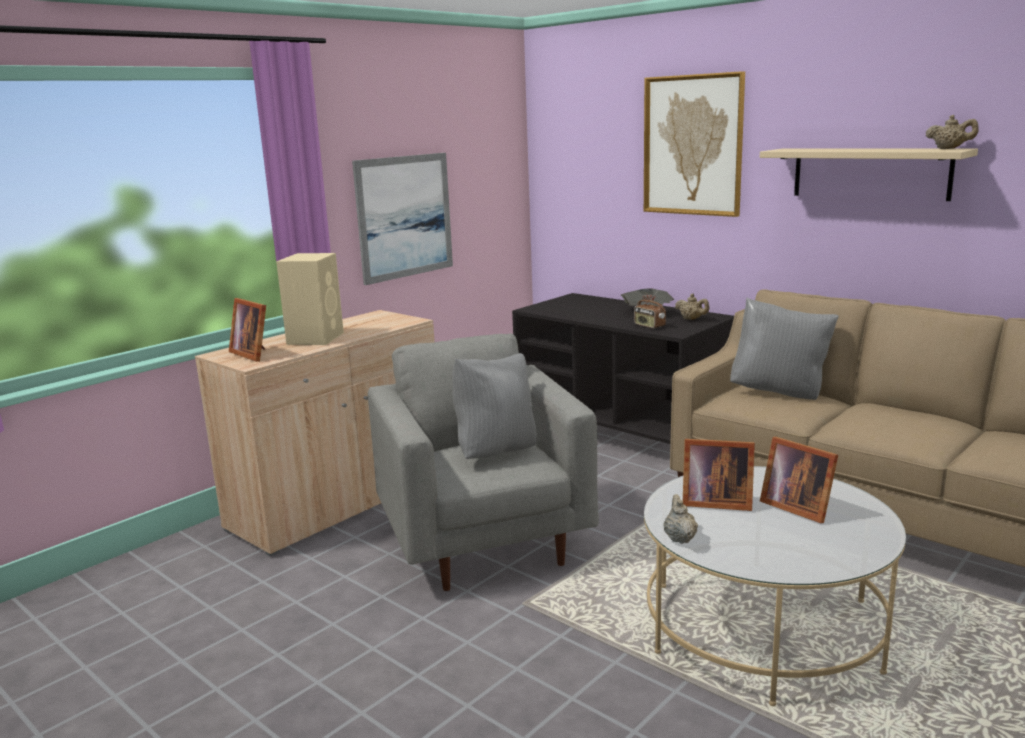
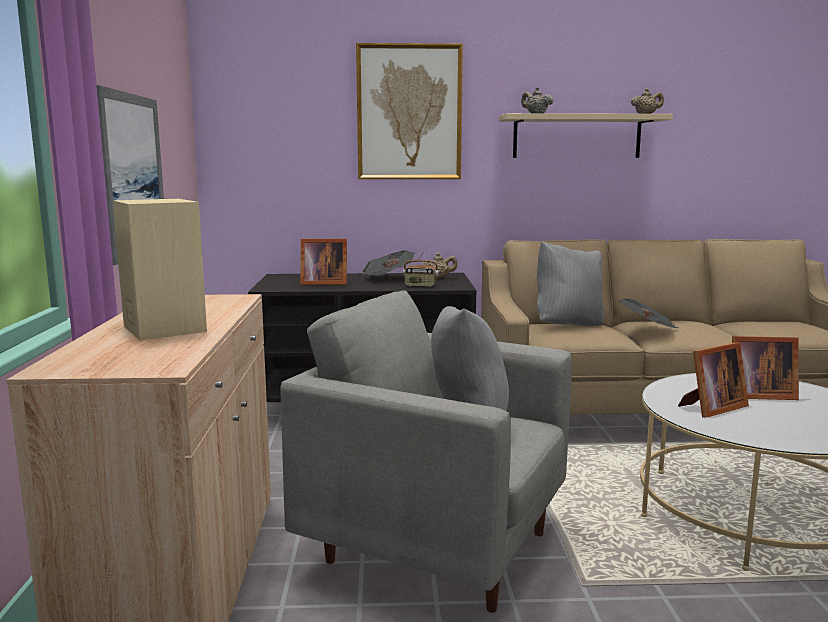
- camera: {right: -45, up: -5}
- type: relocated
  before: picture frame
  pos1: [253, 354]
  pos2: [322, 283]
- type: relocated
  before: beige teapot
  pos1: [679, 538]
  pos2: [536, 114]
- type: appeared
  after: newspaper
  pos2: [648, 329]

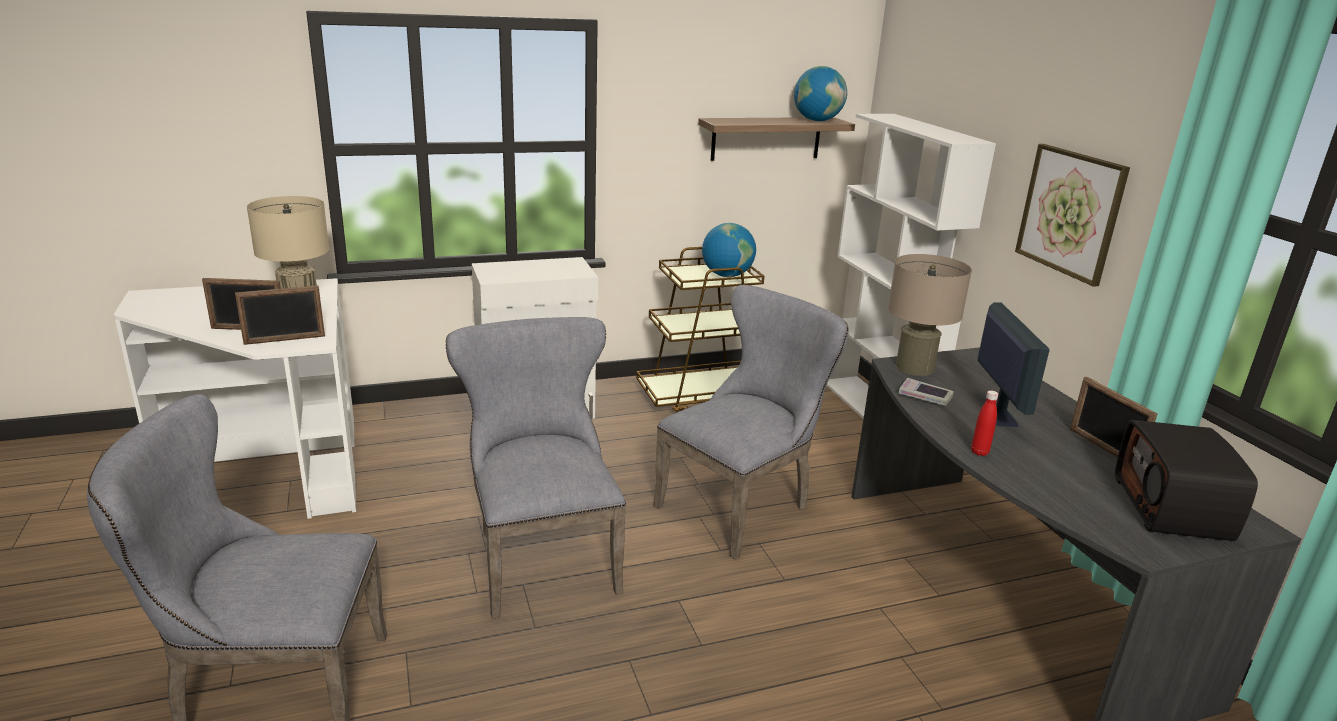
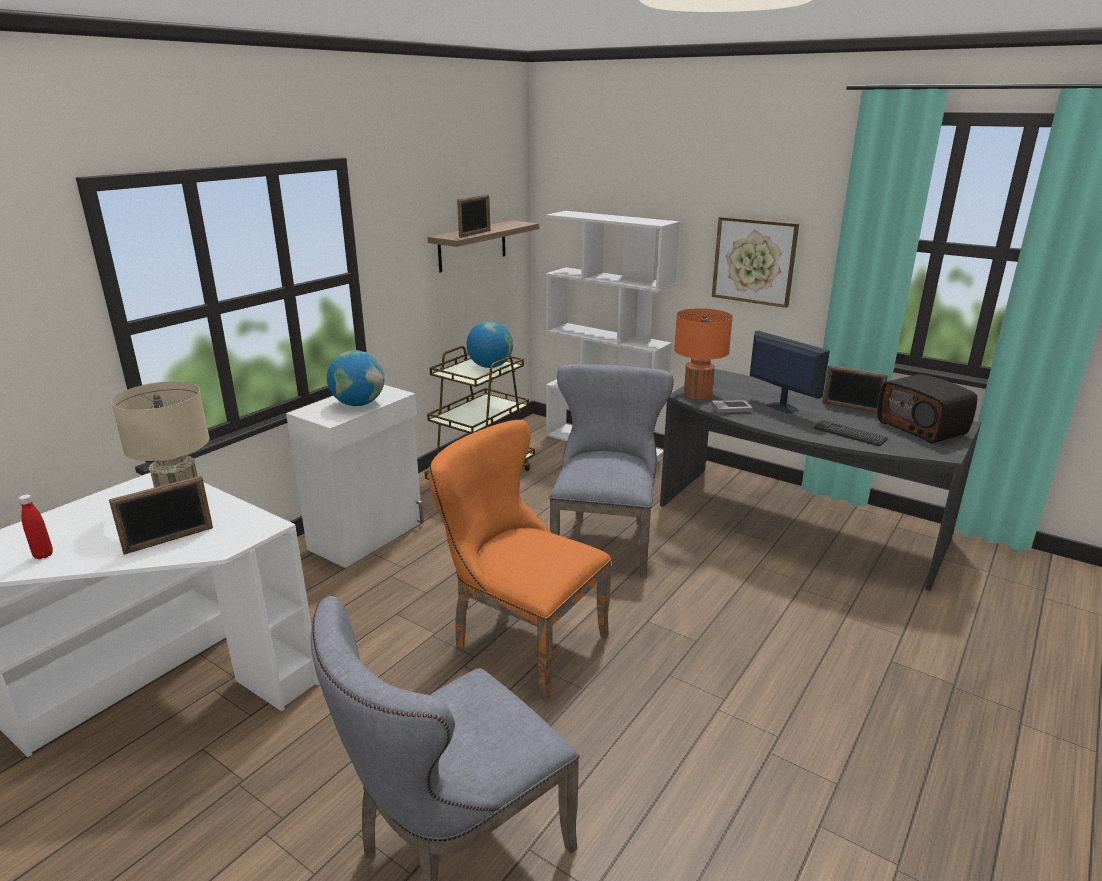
- camera: {right: -35, up: 0}
- type: relocated
  before: picture frame
  pos1: [285, 340]
  pos2: [475, 234]
- type: colour
  before: grey chair
  after: orange chair
  pos1: [540, 556]
  pos2: [520, 639]
- type: relocated
  before: globe
  pos1: [817, 120]
  pos2: [358, 404]
- type: colour
  before: beige table lamp
  after: orange table lamp
  pos1: [914, 367]
  pos2: [697, 393]
- type: relocated
  before: red bottle
  pos1: [979, 452]
  pos2: [43, 555]
- type: appeared
  after: keyboard
  pos2: [849, 434]

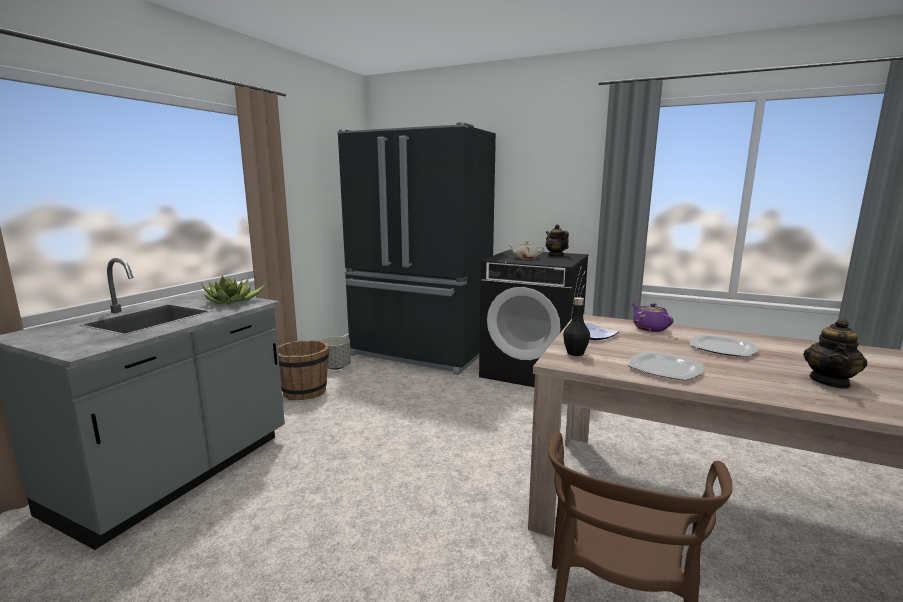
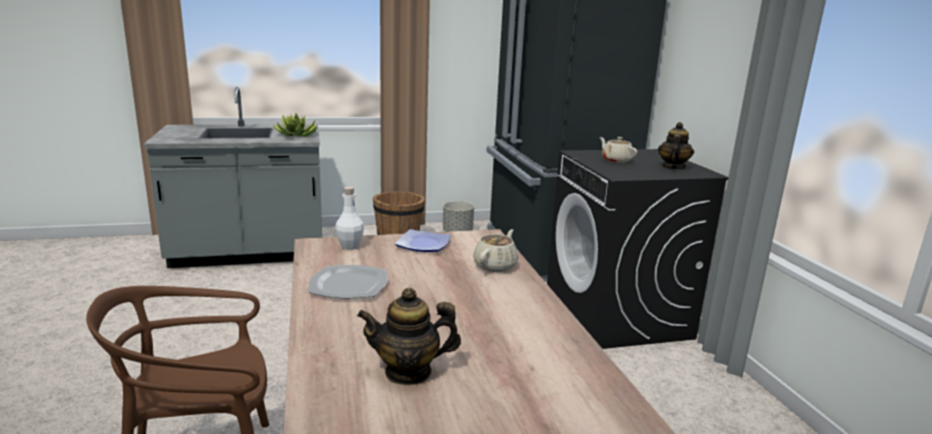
- camera: {right: 50, up: 5}
- type: colour
  before: black bottle
  after: white bottle
  pos1: [575, 353]
  pos2: [350, 246]
- type: colour
  before: purple teapot
  after: beige teapot
  pos1: [649, 328]
  pos2: [495, 265]
- type: missing
  before: plate
  pos1: [723, 348]

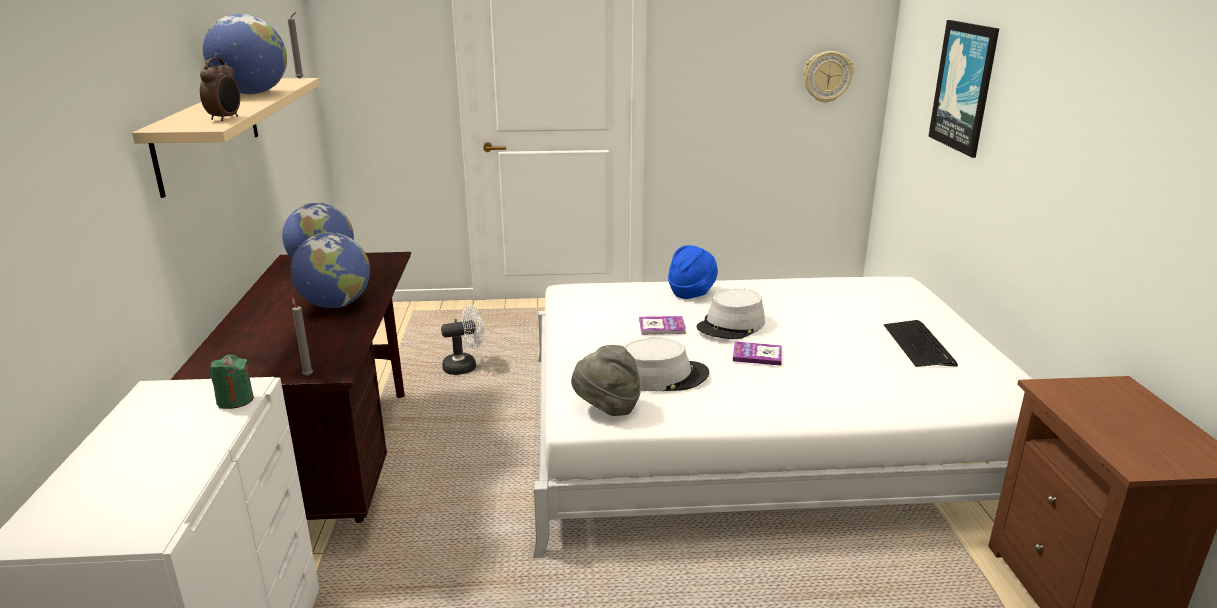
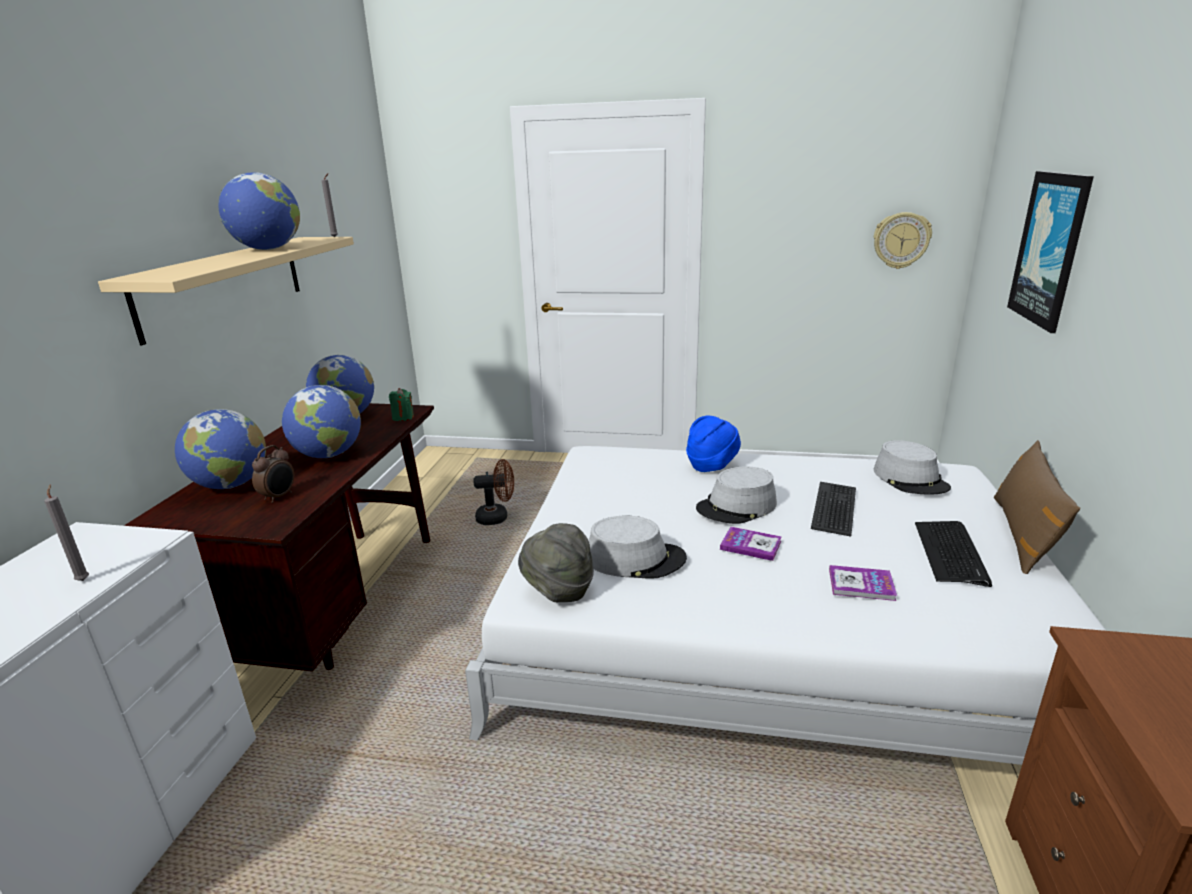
- camera: {right: 15, up: 0}
- type: relocated
  before: alarm clock
  pos1: [226, 118]
  pos2: [279, 497]
- type: relocated
  before: green candle
  pos1: [235, 400]
  pos2: [403, 417]
- type: relocated
  before: grey candle
  pos1: [307, 375]
  pos2: [84, 579]
- type: colour
  before: white fan
  after: brown fan
  pos1: [465, 366]
  pos2: [497, 517]
- type: relocated
  before: book
  pos1: [662, 327]
  pos2: [861, 584]
- type: appeared
  after: globe
  pos2: [231, 485]
- type: appeared
  after: keyboard
  pos2: [835, 508]
- type: appeared
  after: grey hat
  pos2: [910, 479]
- type: appeared
  after: brown pillow
  pos2: [1023, 536]

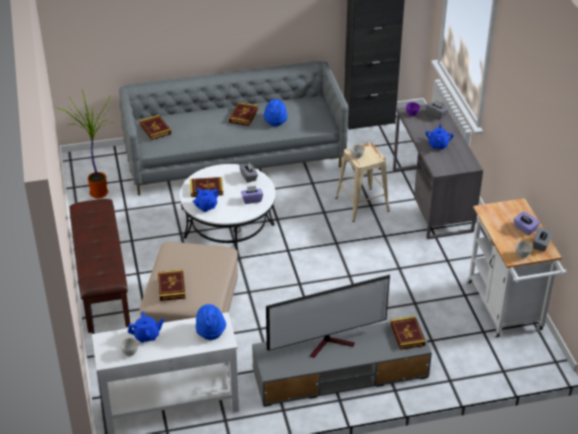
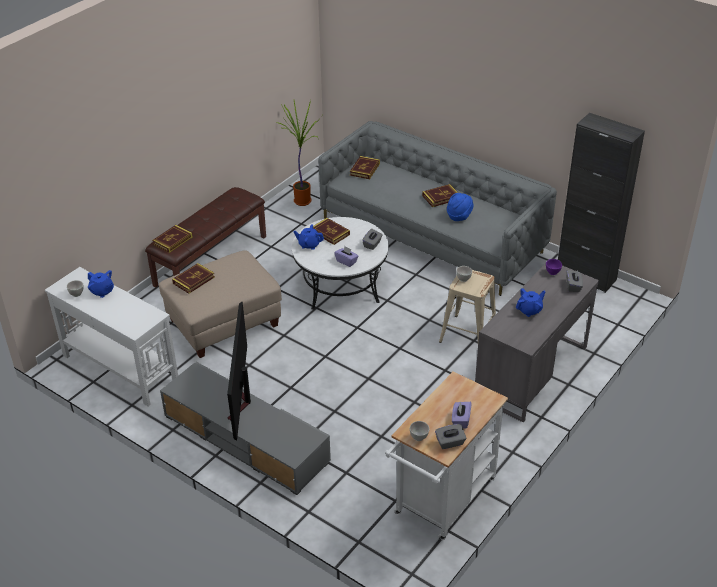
- camera: {right: 50, up: 0}
- type: missing
  before: blue hat
  pos1: [210, 331]
- type: spun
  before: television
  pos1: [330, 344]
  pos2: [240, 403]
  turn: 60
- type: relocated
  before: book
  pos1: [407, 334]
  pos2: [173, 240]

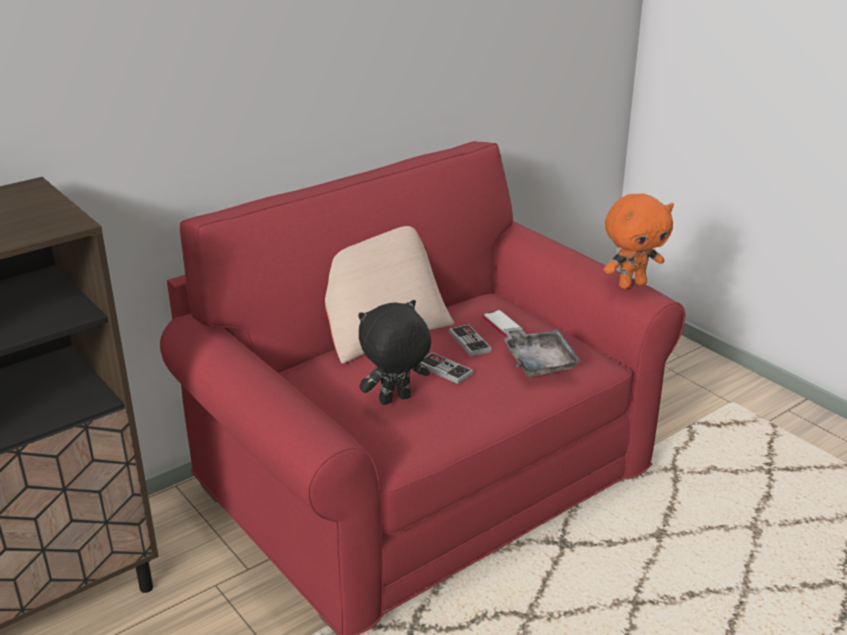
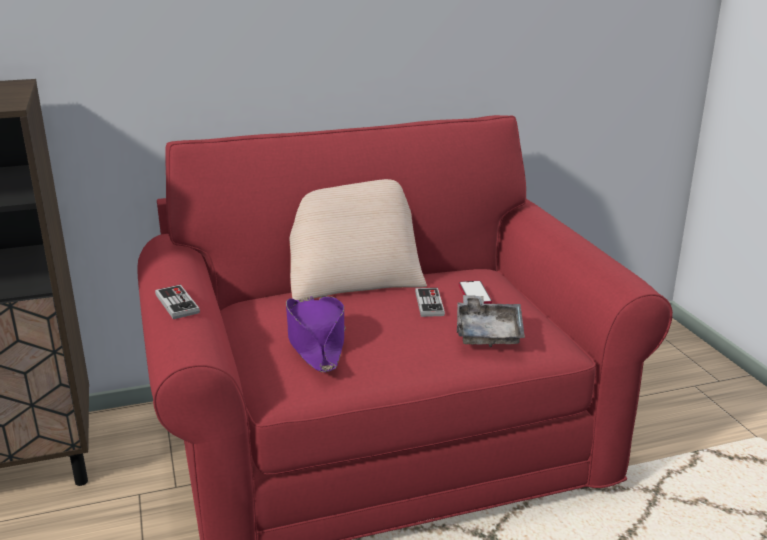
- camera: {right: 20, up: -5}
- type: exchanged
  before: black plush toy
  after: purple hat
  pos1: [395, 401]
  pos2: [316, 342]
- type: relocated
  before: game controller
  pos1: [444, 370]
  pos2: [177, 304]
- type: missing
  before: orange plush toy
  pos1: [631, 284]

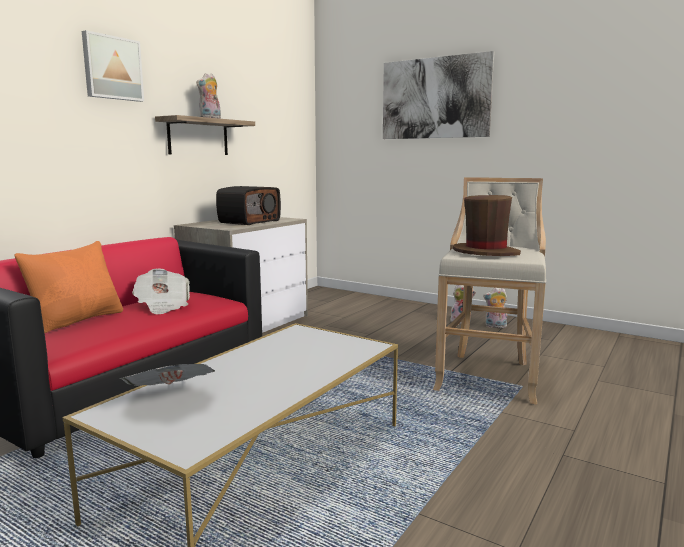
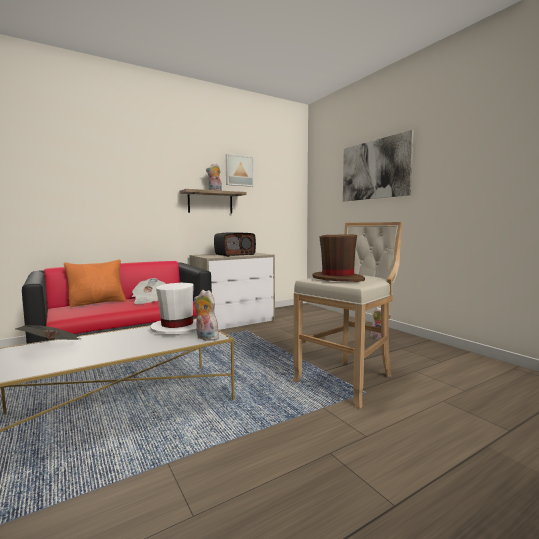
- camera: {right: 25, up: -5}
- type: relocated
  before: picture
  pos1: [112, 68]
  pos2: [239, 171]
- type: relocated
  before: plush toy
  pos1: [495, 326]
  pos2: [205, 338]
- type: appeared
  after: white hat
  pos2: [177, 328]

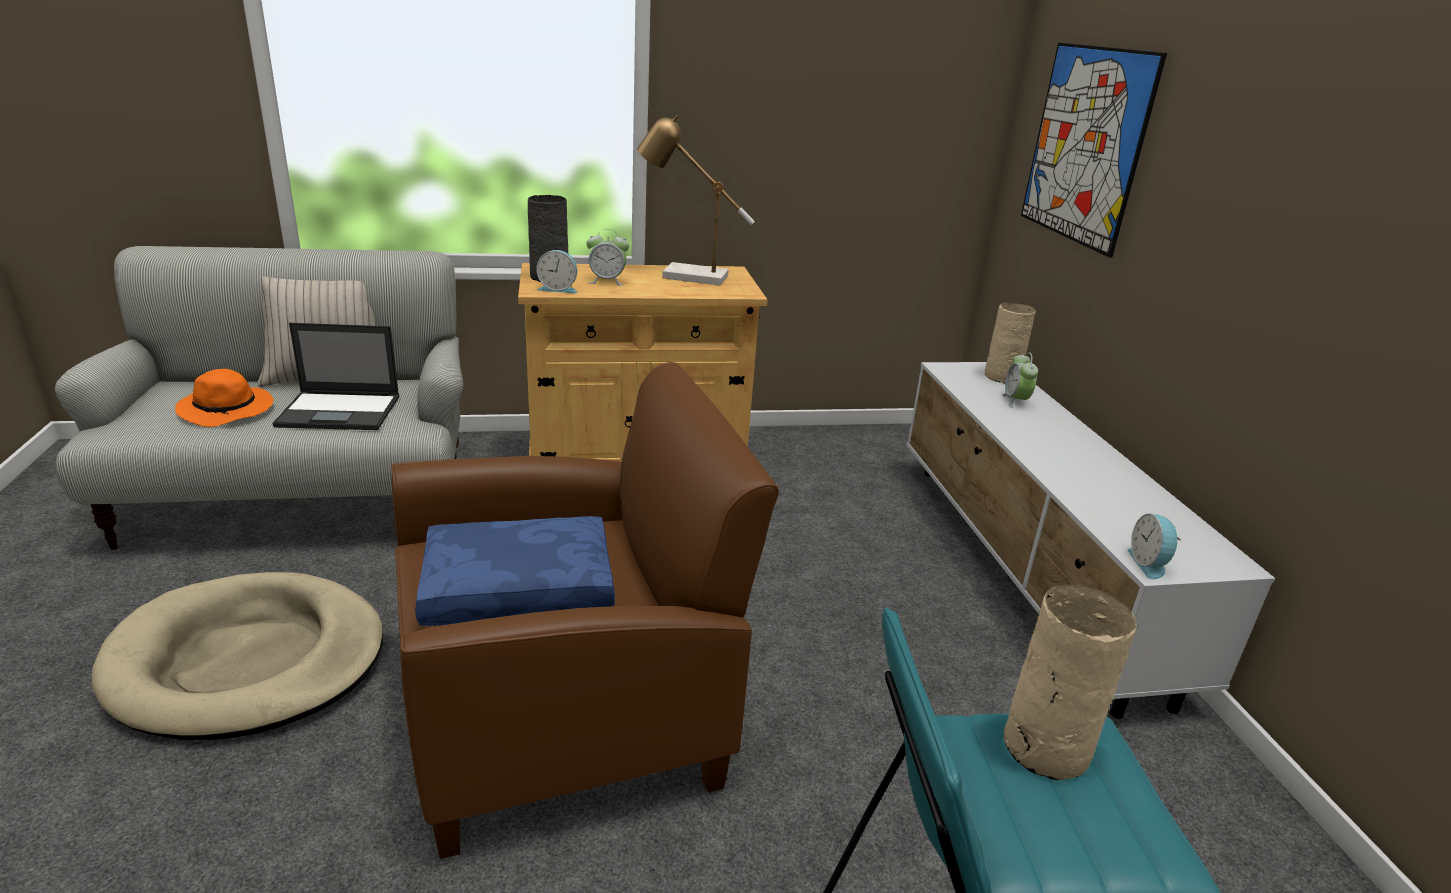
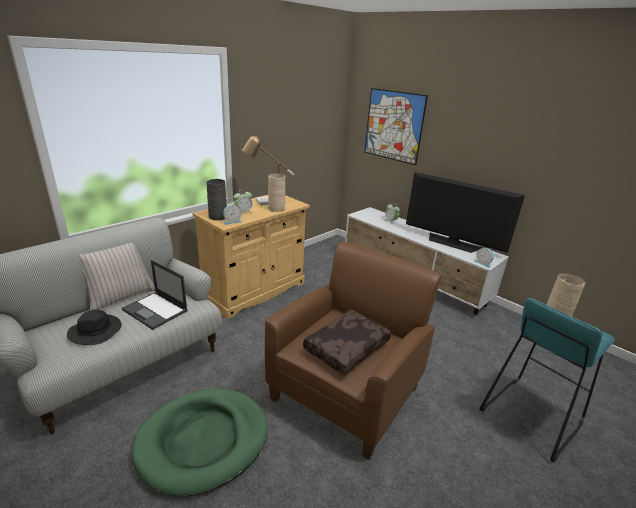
- camera: {right: -35, up: 0}
- type: colour
  before: beige dog bed
  after: green dog bed
  pos1: [248, 661]
  pos2: [203, 441]
- type: colour
  before: orange hat
  after: black hat
  pos1: [228, 410]
  pos2: [96, 331]
- type: spun
  before: laptop
  pos1: [341, 411]
  pos2: [155, 310]
  turn: 75
- type: colour
  before: blue pillow
  after: brown pillow
  pos1: [520, 586]
  pos2: [346, 347]
- type: relocated
  before: beige vase
  pos1: [1001, 376]
  pos2: [276, 208]
- type: appeared
  after: television
  pos2: [452, 243]

